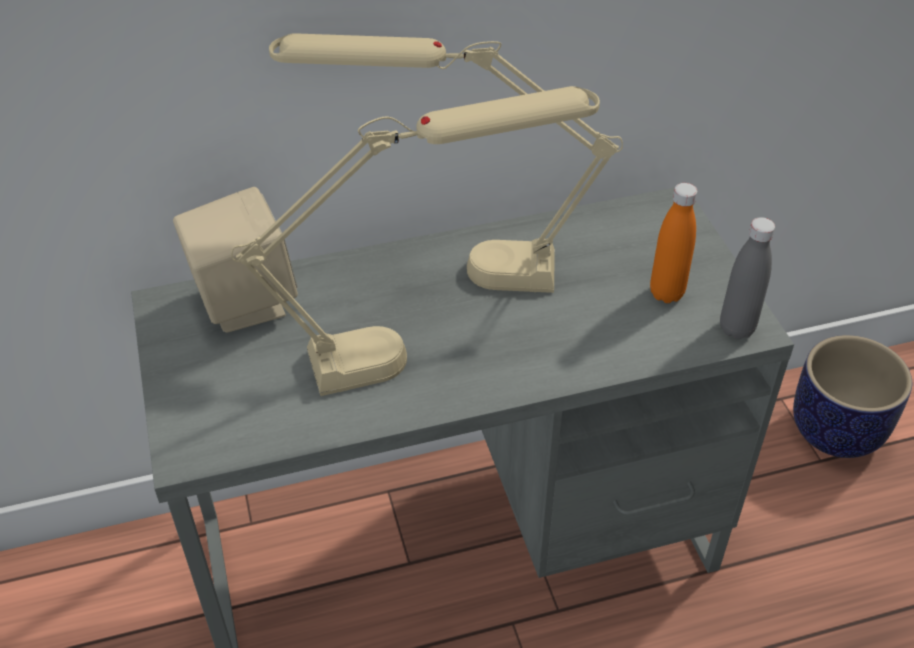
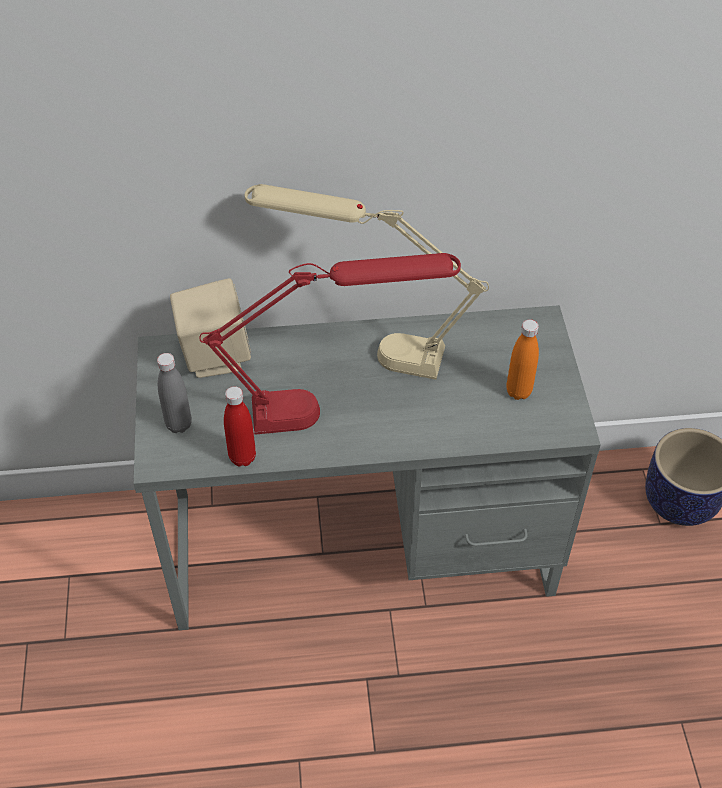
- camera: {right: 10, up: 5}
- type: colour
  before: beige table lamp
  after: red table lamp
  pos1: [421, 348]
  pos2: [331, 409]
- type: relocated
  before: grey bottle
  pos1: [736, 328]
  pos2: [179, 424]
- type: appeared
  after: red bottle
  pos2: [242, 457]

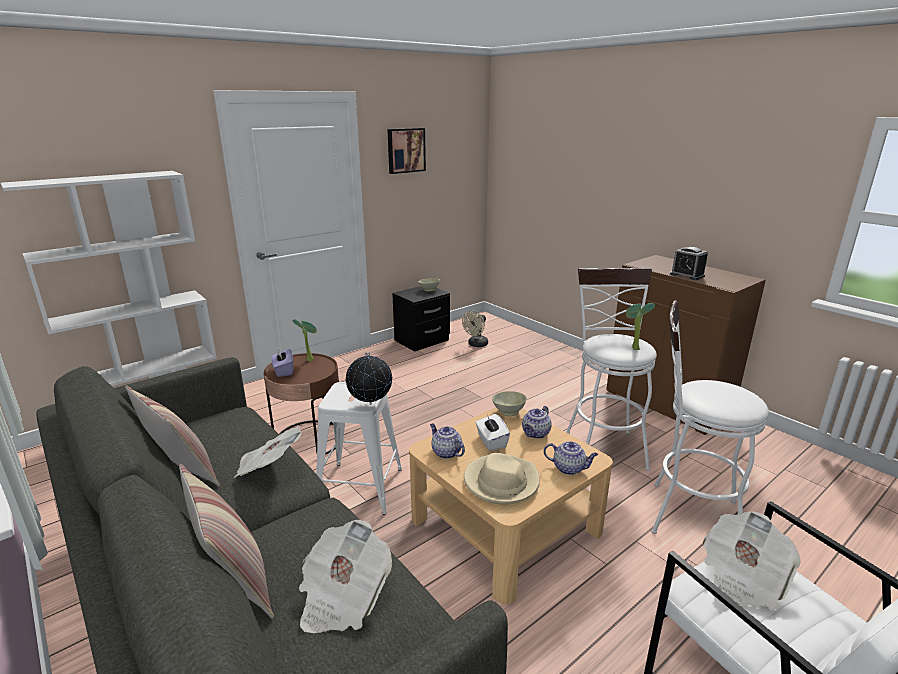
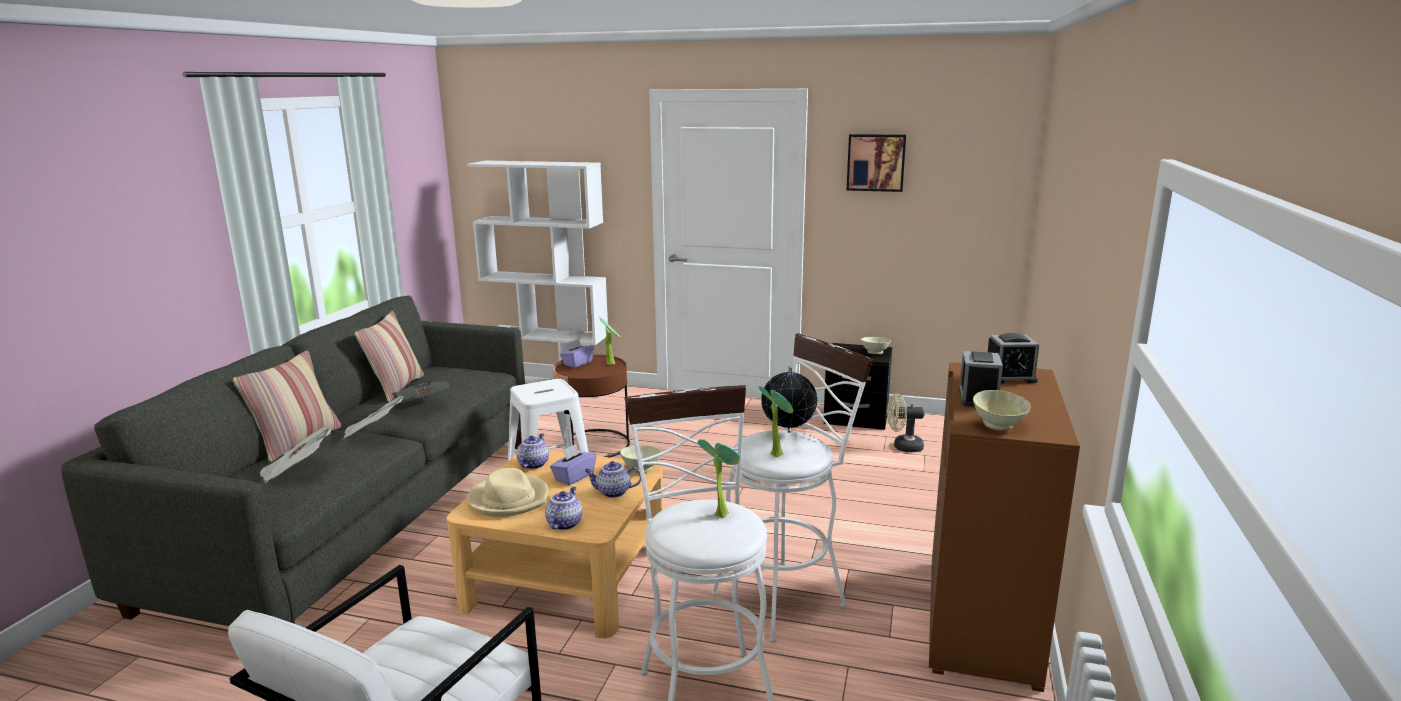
- camera: {right: 55, up: -5}
- type: relocated
  before: globe
  pos1: [370, 405]
  pos2: [788, 433]
- type: colour
  before: white tissue box
  after: purple tissue box
  pos1: [491, 441]
  pos2: [574, 477]
- type: spun
  before: teapot
  pos1: [569, 468]
  pos2: [564, 523]
  turn: -150
- type: relocated
  before: newspaper
  pos1: [742, 578]
  pos2: [373, 433]
- type: appeared
  after: potted plant
  pos2: [720, 513]
- type: appeared
  after: beige bowl
  pos2: [998, 426]
- type: appeared
  after: alarm clock
  pos2: [1010, 377]

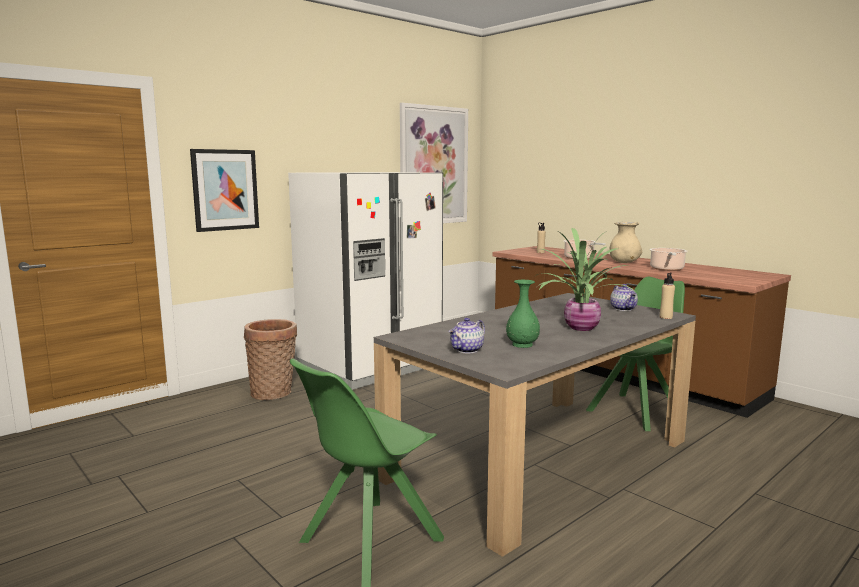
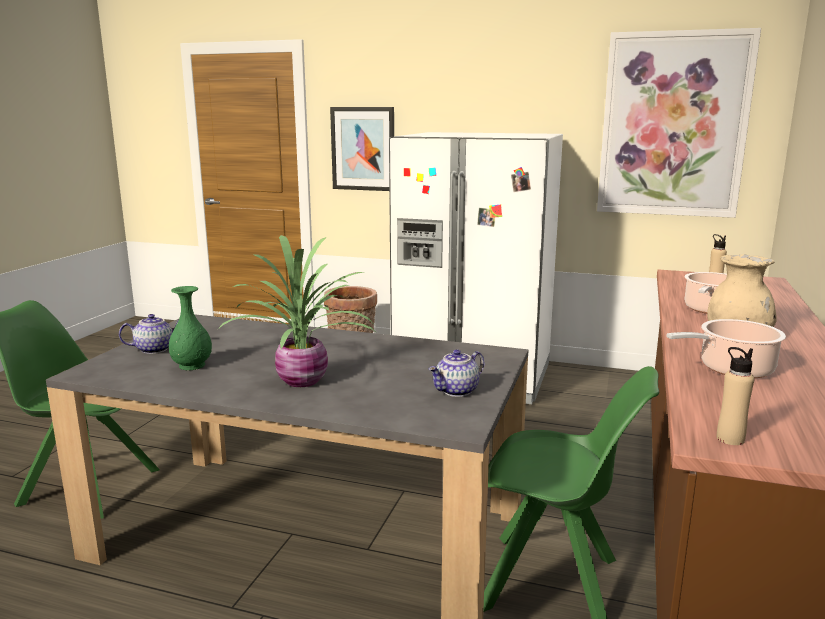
- camera: {right: 60, up: 5}
- type: spun
  before: teapot
  pos1: [467, 350]
  pos2: [155, 349]
  turn: 150
- type: relocated
  before: beige bottle
  pos1: [665, 317]
  pos2: [730, 439]

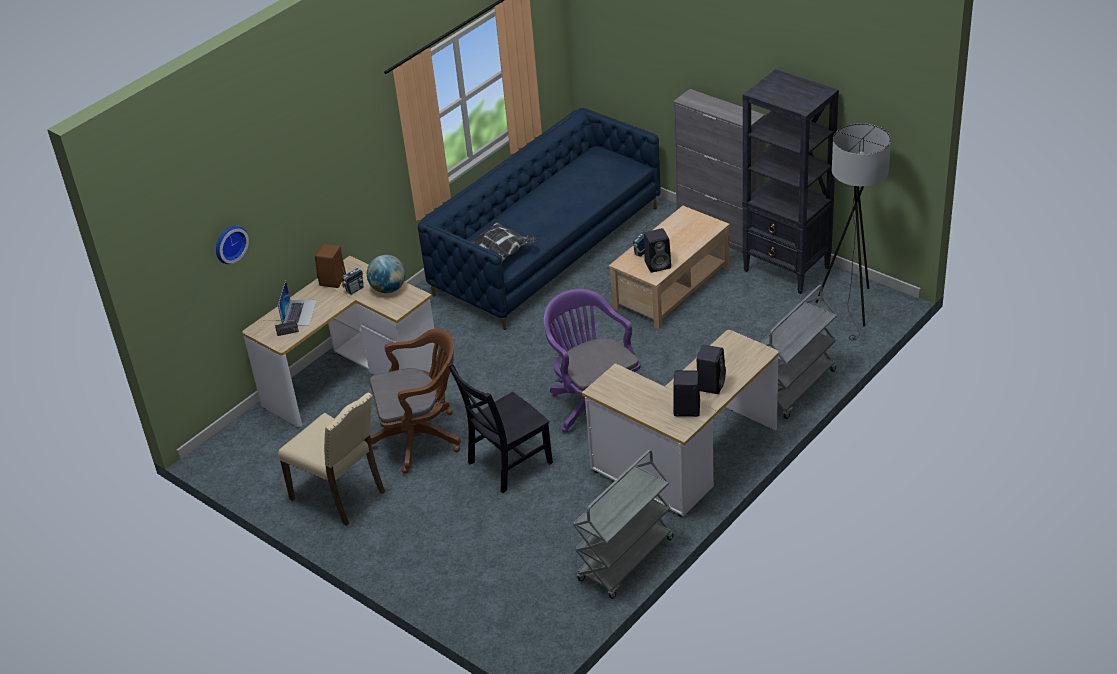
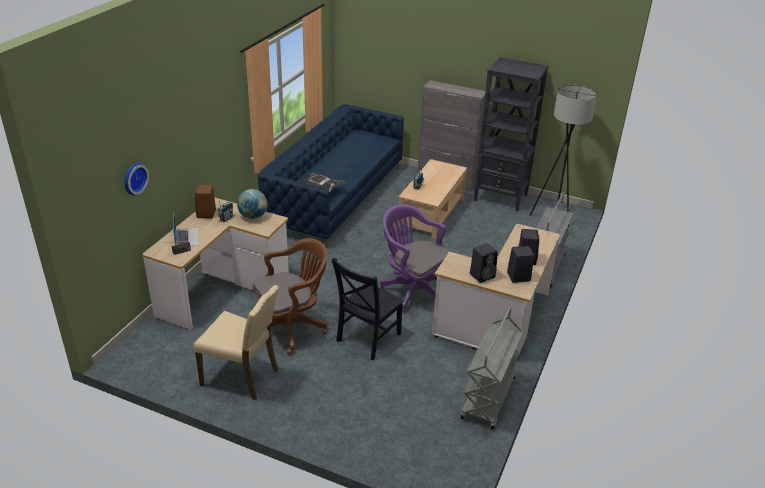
- camera: {right: -20, up: -5}
- type: relocated
  before: black speaker
  pos1: [658, 264]
  pos2: [482, 275]

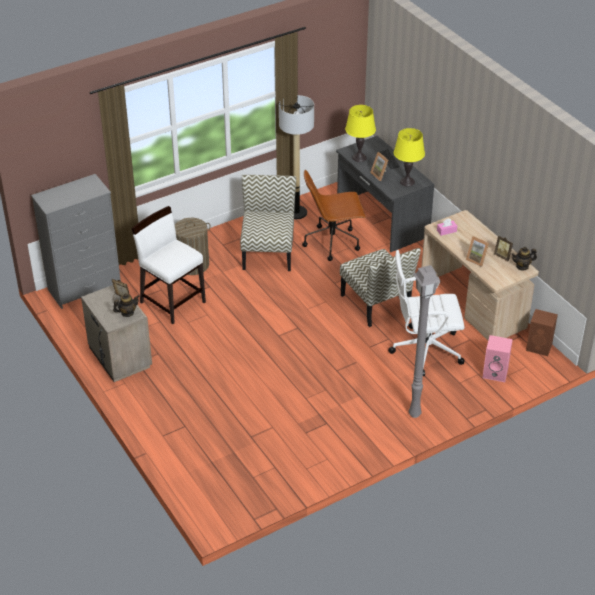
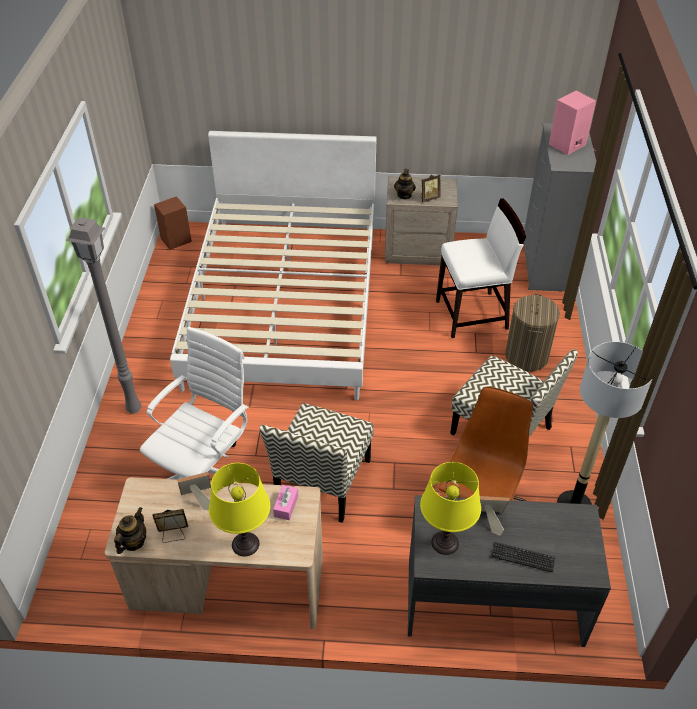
- camera: {right: 125, up: 5}
- type: spun
  before: chair
  pos1: [377, 303]
  pos2: [322, 481]
  turn: -75
- type: relocated
  before: yellow table lamp
  pos1: [359, 157]
  pos2: [245, 544]
- type: relocated
  before: pink speaker
  pos1: [496, 373]
  pos2: [567, 145]
- type: relocated
  before: brown speaker
  pos1: [539, 347]
  pos2: [175, 240]
- type: appeared
  after: white bed
  pos2: [285, 304]

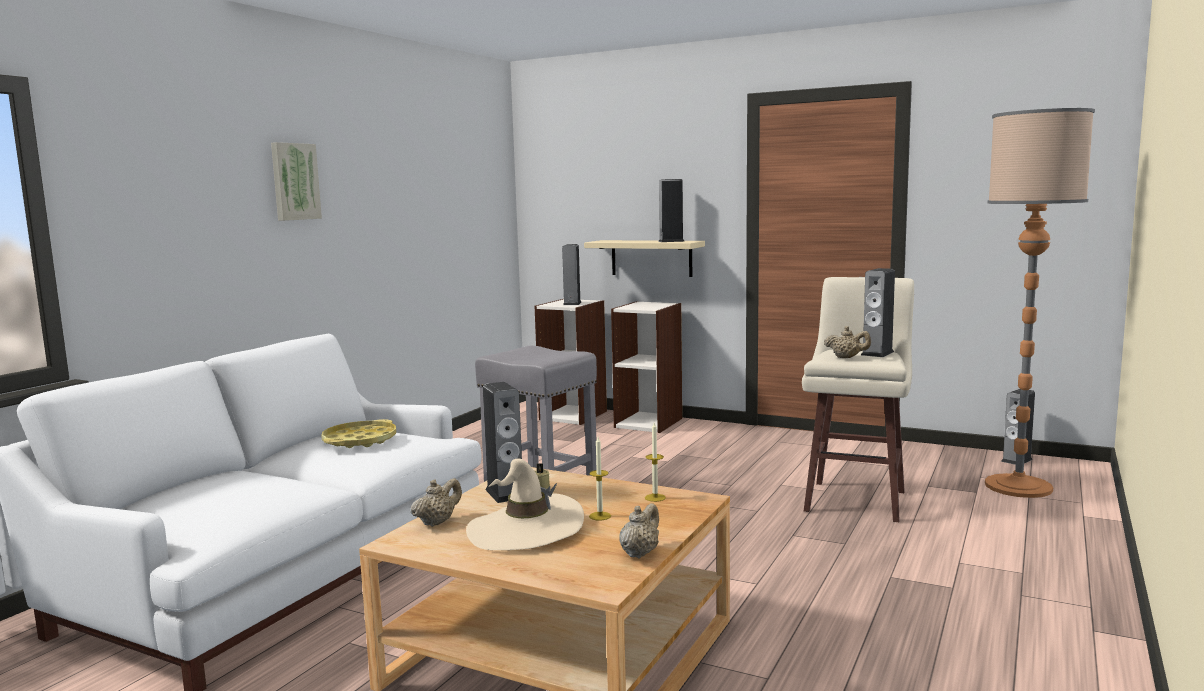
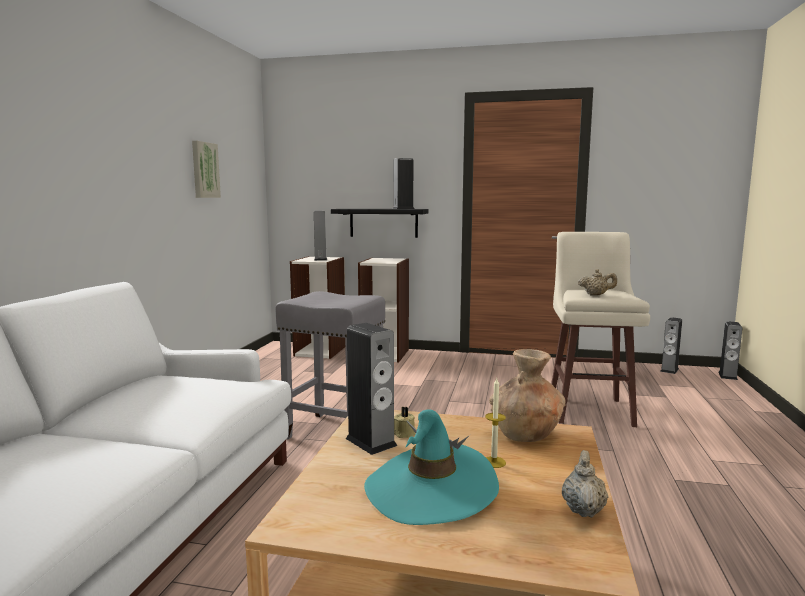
- camera: {right: -15, up: 0}
- type: relocated
  before: picture
  pos1: [294, 181]
  pos2: [204, 170]
- type: missing
  before: yellow tray
  pos1: [359, 441]
- type: missing
  before: beige teapot
  pos1: [437, 522]
- type: colour
  before: beige hat
  after: turquoise hat
  pos1: [525, 530]
  pos2: [431, 489]
- type: colour
  before: beige shelf
  after: black shelf
  pos1: [651, 258]
  pos2: [383, 223]
- type: exchanged
  before: candle
  after: brown vase
  pos1: [655, 497]
  pos2: [526, 434]
- type: relocated
  before: speaker
  pos1: [877, 353]
  pos2: [727, 376]
- type: missing
  before: floor lamp
  pos1: [1018, 487]

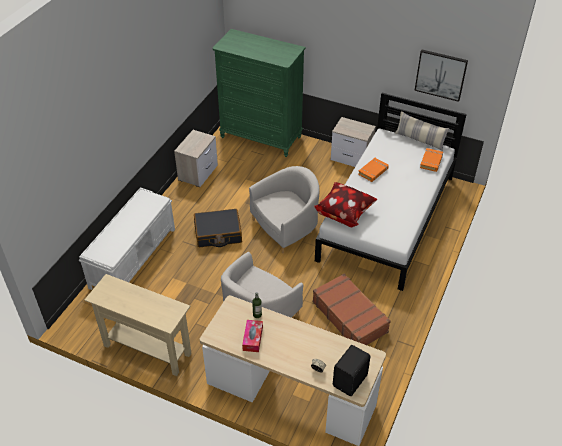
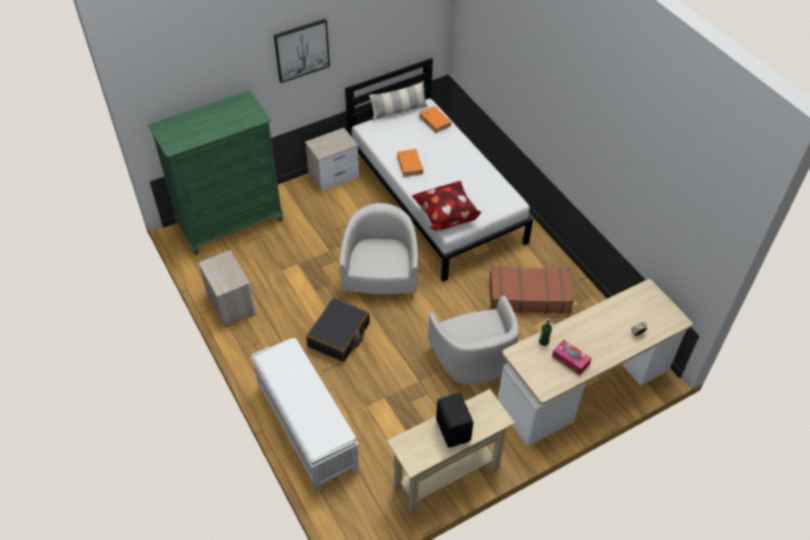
- camera: {right: -55, up: 5}
- type: relocated
  before: black speaker
  pos1: [351, 381]
  pos2: [453, 429]
- type: relocated
  before: picture
  pos1: [440, 74]
  pos2: [301, 50]

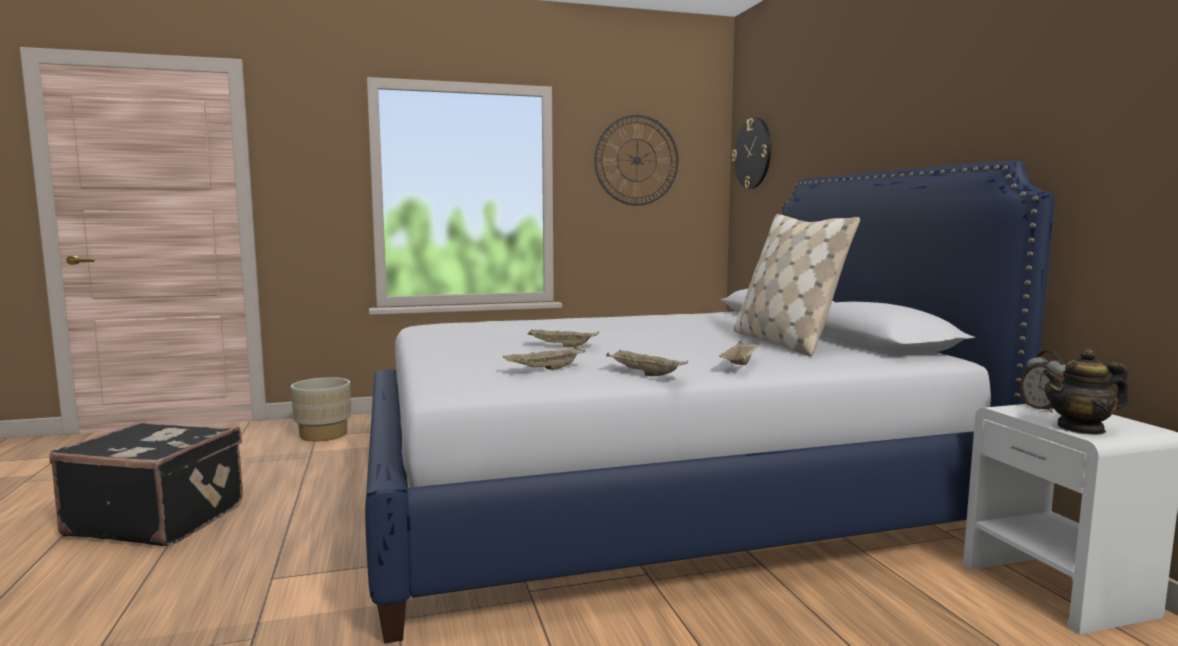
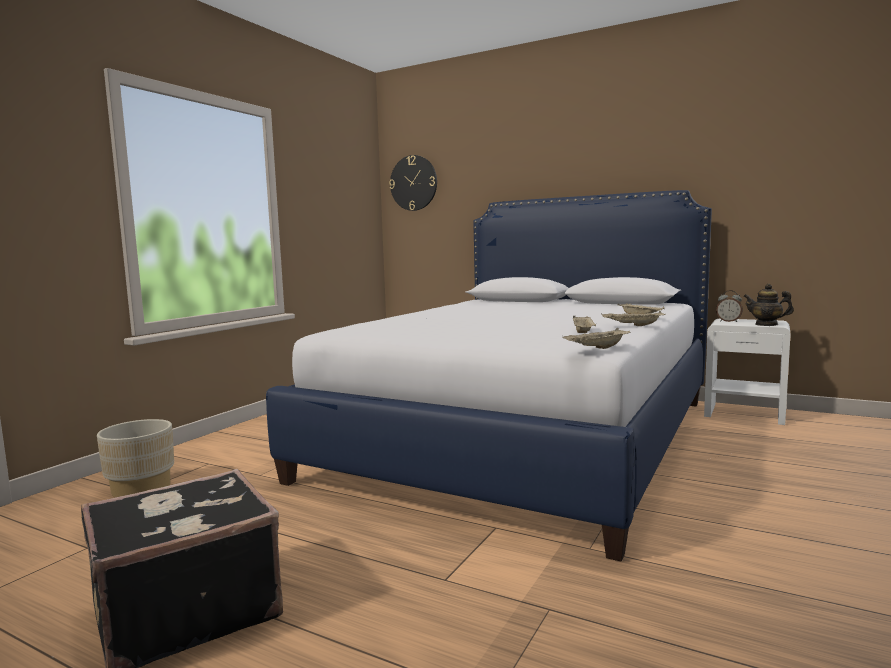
- camera: {right: -45, up: 0}
- type: relocated
  before: beige tray
  pos1: [561, 346]
  pos2: [597, 349]
- type: missing
  before: wall clock
  pos1: [636, 160]
- type: missing
  before: beige pillow
  pos1: [785, 343]
- type: spun
  before: teapot
  pos1: [1081, 428]
  pos2: [766, 324]
  turn: 75

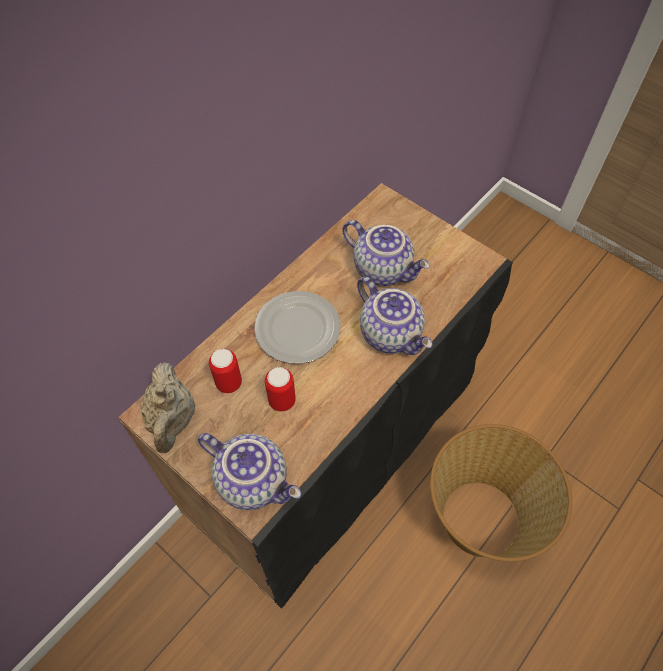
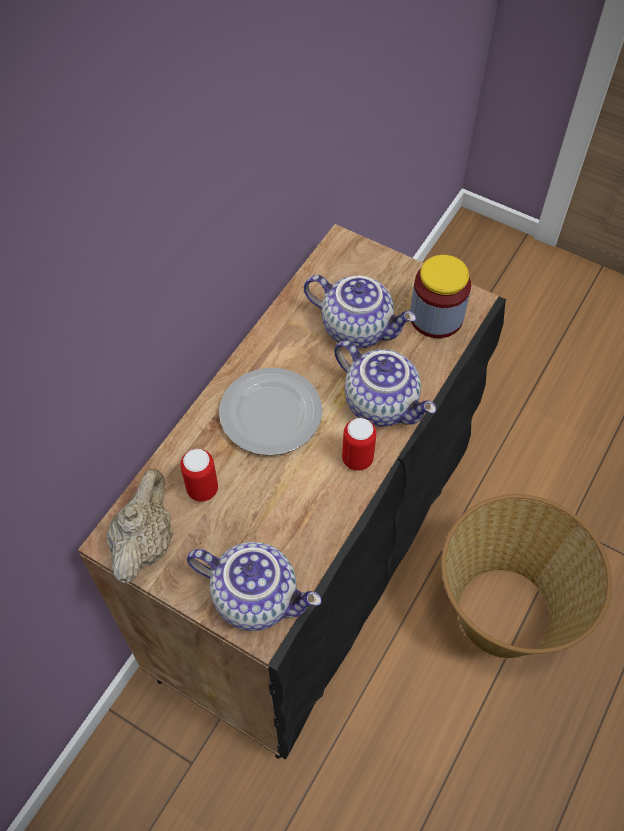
- camera: {right: -10, up: 0}
- type: spun
  before: beige teapot
  pos1: [172, 420]
  pos2: [144, 543]
  turn: -150
- type: relocated
  before: can
  pos1: [282, 401]
  pos2: [357, 459]
- type: appeared
  after: jar
  pos2: [436, 317]

